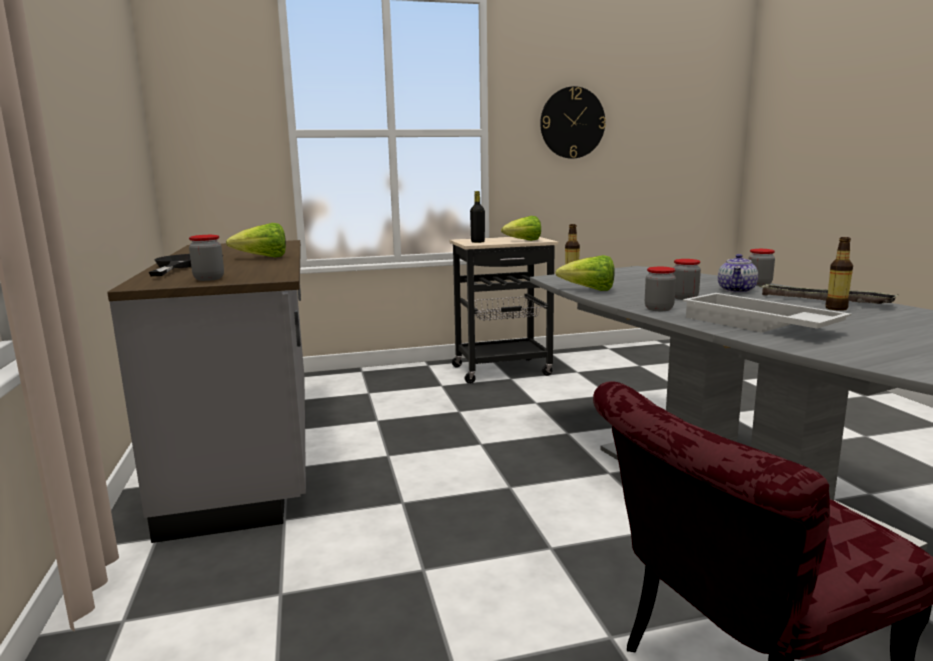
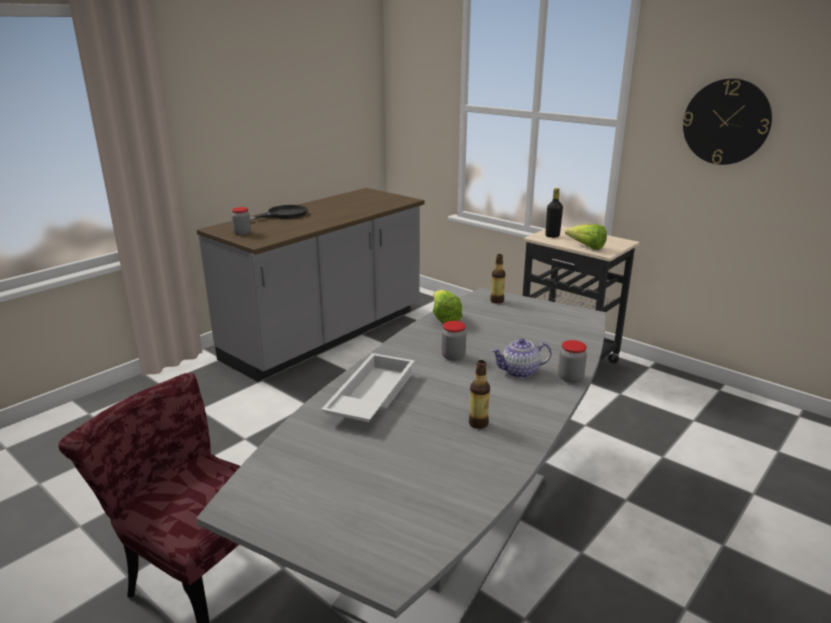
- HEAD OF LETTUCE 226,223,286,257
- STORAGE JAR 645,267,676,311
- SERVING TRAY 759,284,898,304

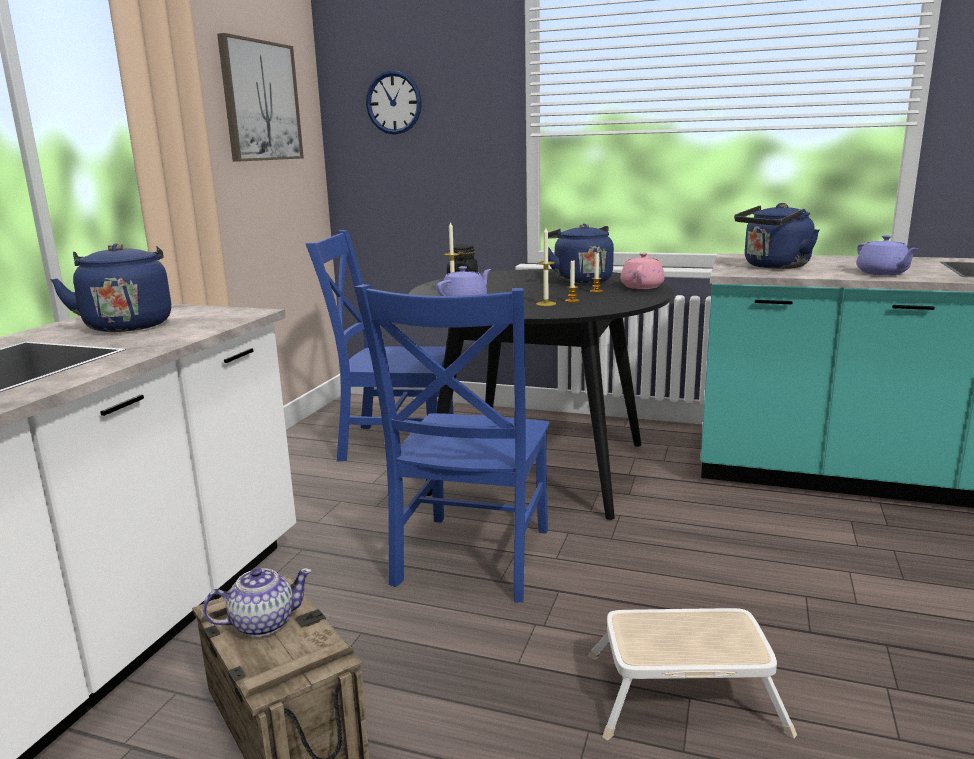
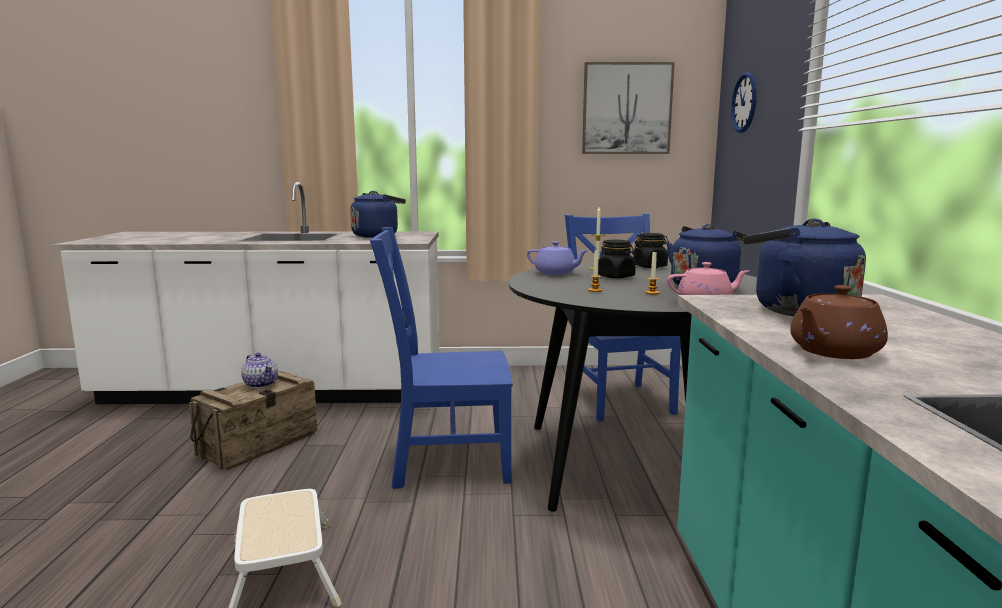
- WAX LIGHT 536,228,556,306
~ PURPLISH TEA POT 857,235,919,276 to BROWN TEA POT 790,285,888,359
+ BLACK-COLOURED STORAGE JAR 598,240,636,278

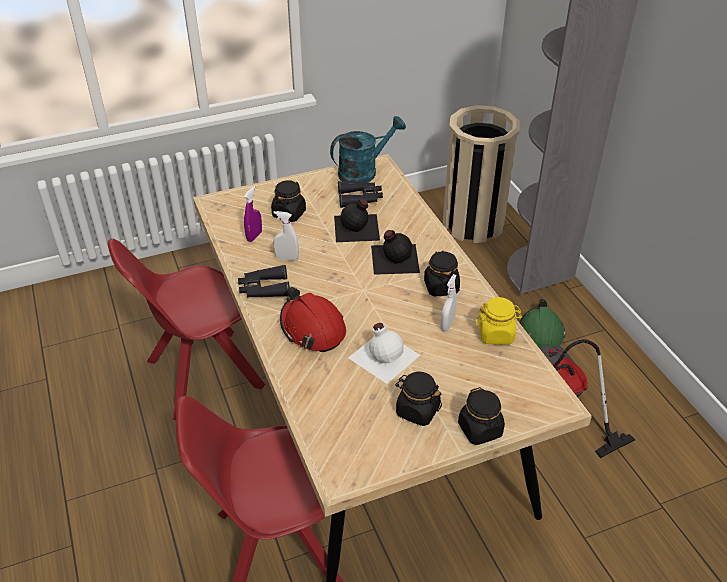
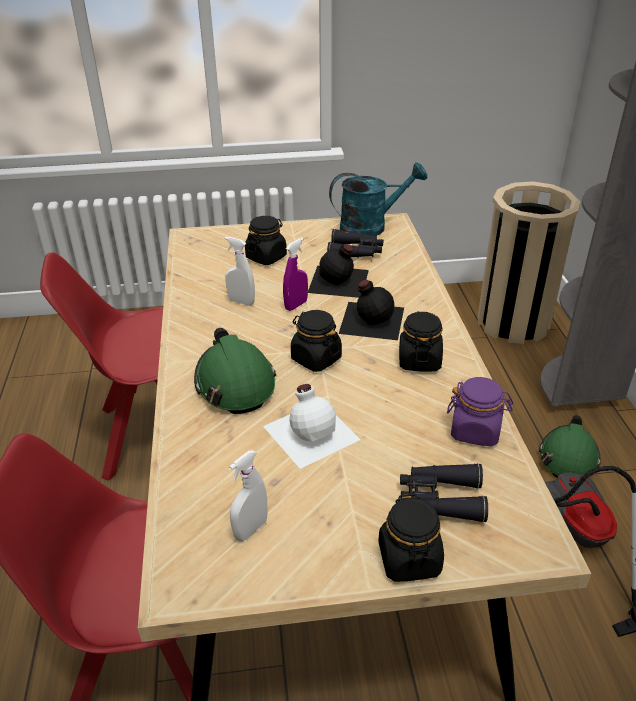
~ PURPLISH SPRAYER 244,186,262,242 to 283,238,308,311
~ BLACK-COLOURED BINOCULARS 238,265,290,297 to 400,463,488,523
~ WHITE SPRAYER 441,274,457,331 to 229,450,268,541
~ RED SAFETY HELMET 280,287,346,352 to GREENISH SAFETY HELMET 194,328,276,414
~ YELLOWISH STORAGE JAR 476,297,522,345 to PURPLISH STORAGE JAR 447,377,513,447
~ BLACK-COLOURED STORAGE JAR 395,372,442,426 to 291,310,342,372

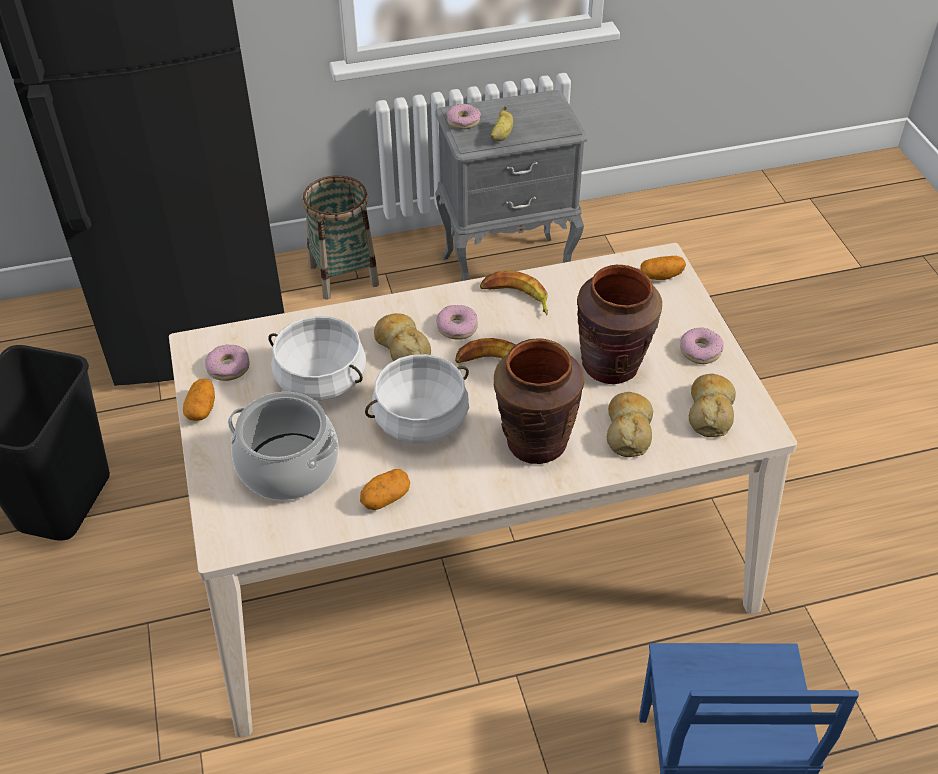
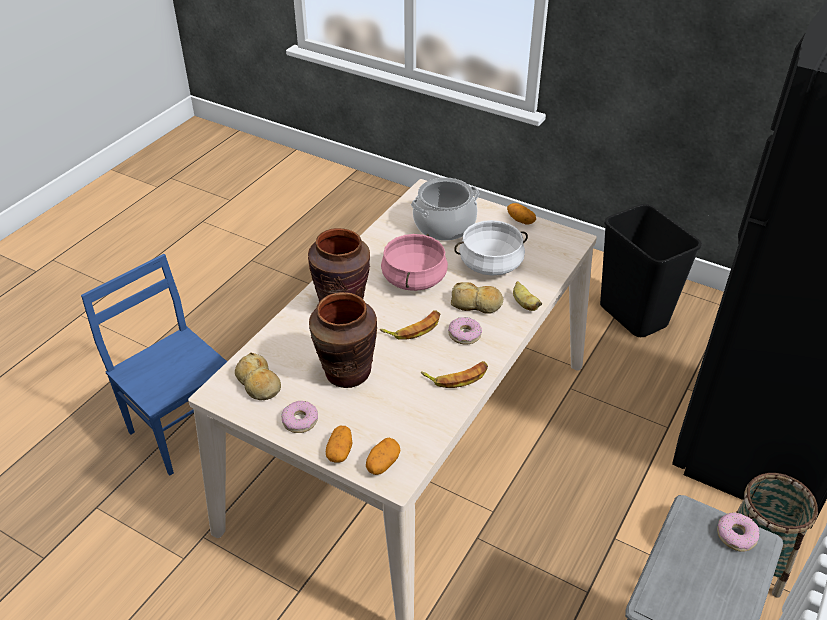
~ WHOLE BANANA 491,106,513,142 to 513,281,542,311
- DOUGHNUT 205,345,250,381
~ WHITE COOKING POT 365,354,469,443 to PINKISH COOKING POT 381,234,448,291
- BAKED BREAD 607,392,653,457
~ WHOLE POTATO 360,469,410,510 to 326,425,352,463

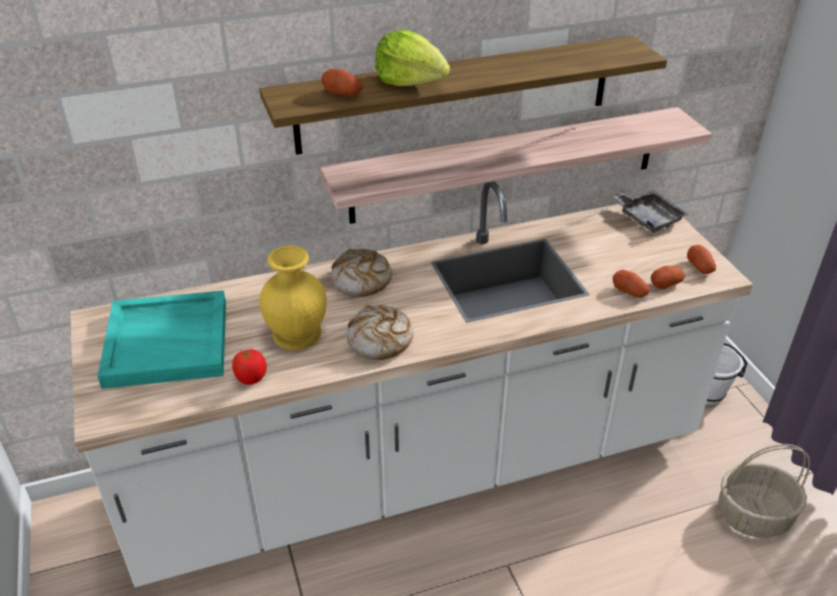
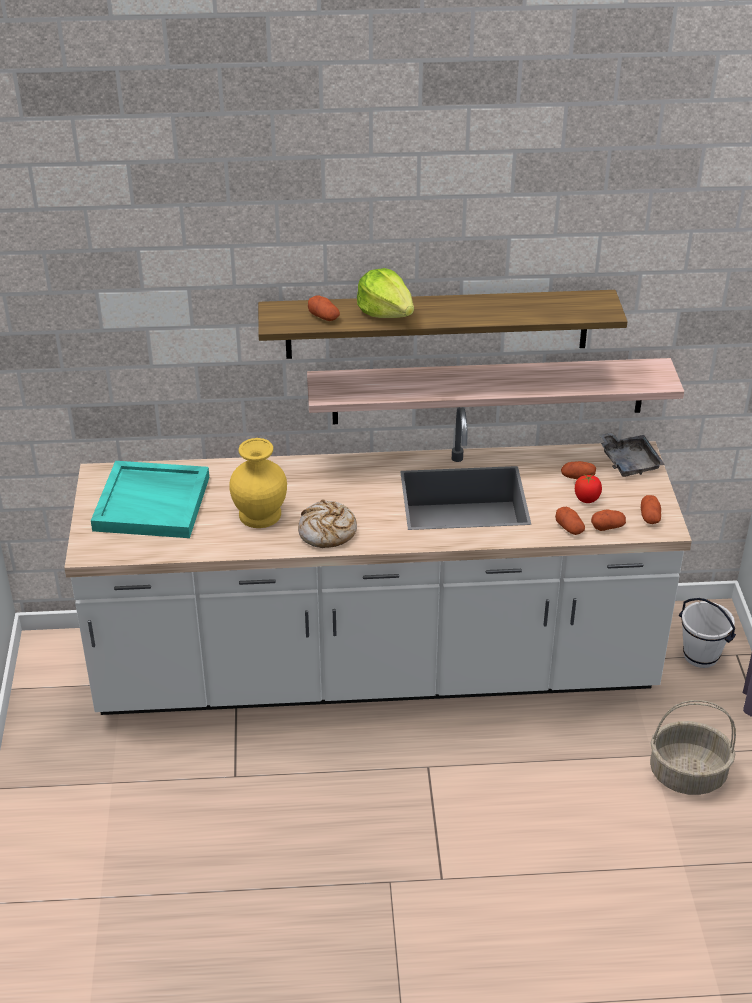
- BAKED BREAD 331,248,392,297
~ WHOLE TOMATO 232,349,267,385 to 575,475,602,503
+ WHOLE POTATO 561,461,596,479

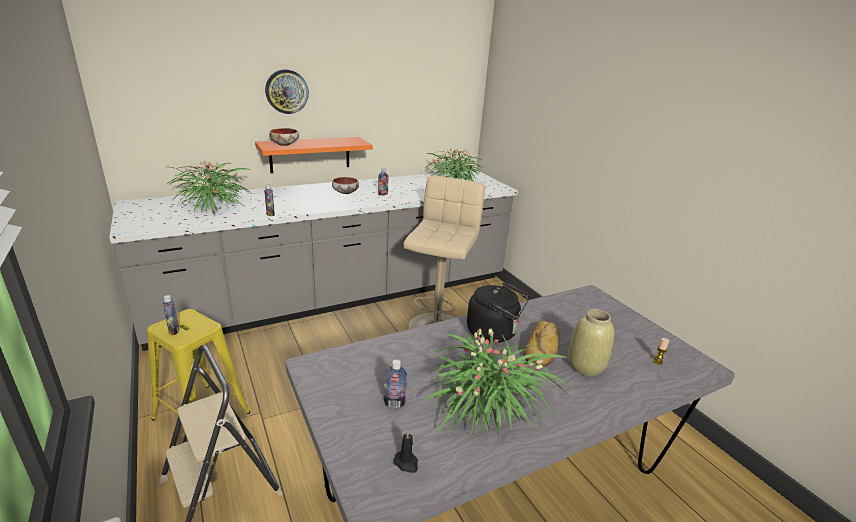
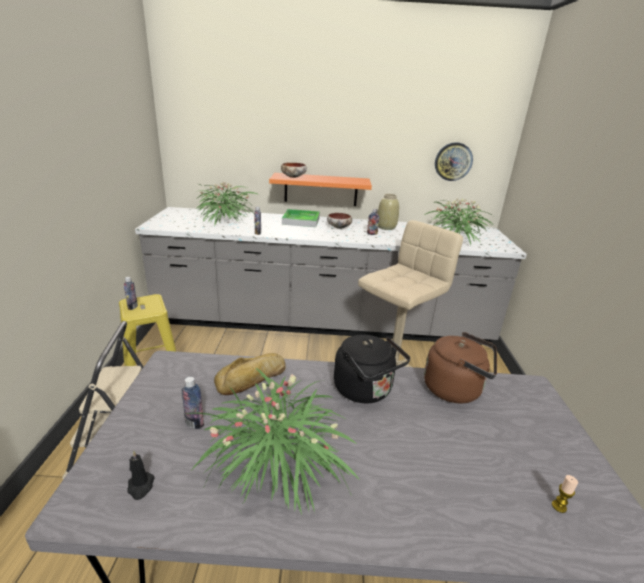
~ CLOCK ON THE WALL 265,69,309,114 to 435,142,473,181
~ BEIGE-COLOURED FLOWER VASE 568,309,614,376 to 377,194,399,230
~ BAKED BREAD 524,321,560,367 to 214,353,286,395
+ SERVING TRAY 282,209,320,227
+ BROWN WATER KETTLE 424,332,497,403

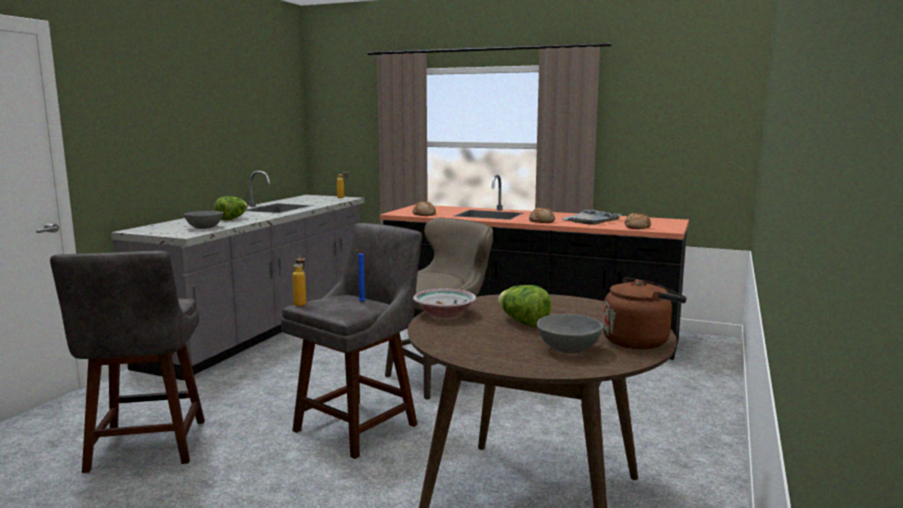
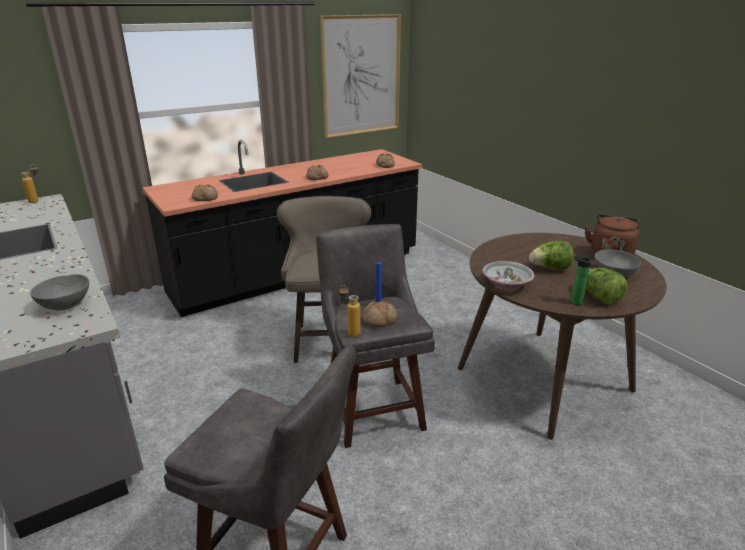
~ HEAD OF LETTUCE 214,196,248,220 to 586,268,627,305
- GREY SERVING TRAY 561,210,621,225
+ PICTURE 320,14,401,138
+ BEVERAGE BOTTLE 571,256,592,305
+ BAKED BREAD 363,301,397,327

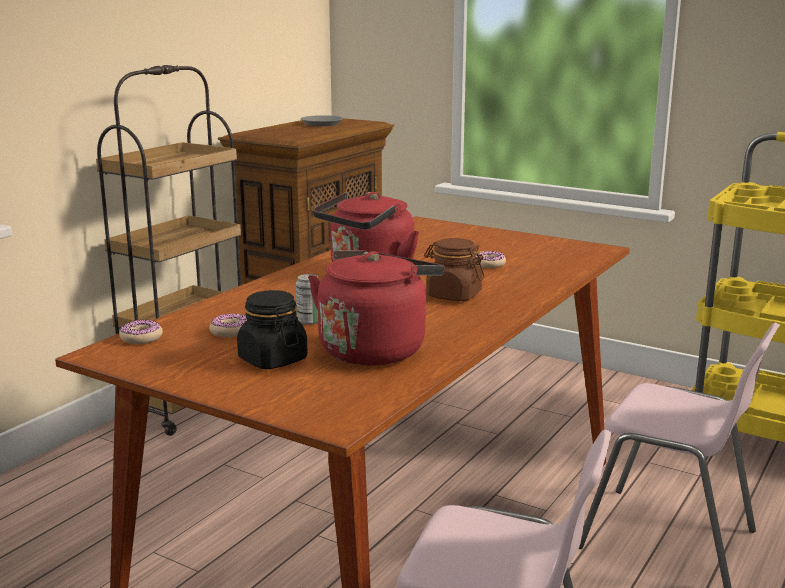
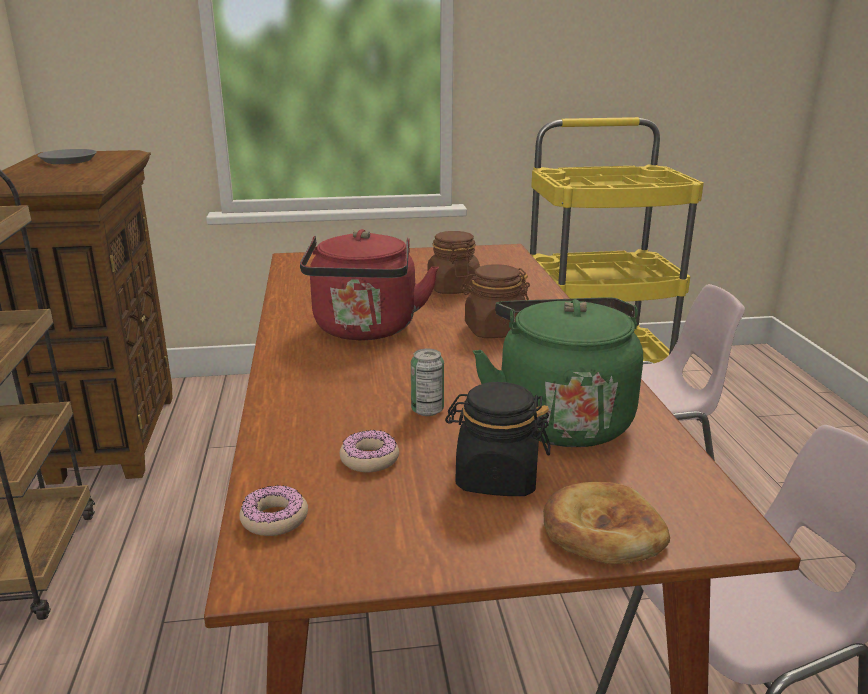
~ RED WATER KETTLE 308,250,444,366 to GREENISH WATER KETTLE 473,297,643,447
~ DOUGHNUT 475,251,506,268 to BROWN STORAGE JAR 427,231,480,294
+ BAKED BREAD 543,482,670,564

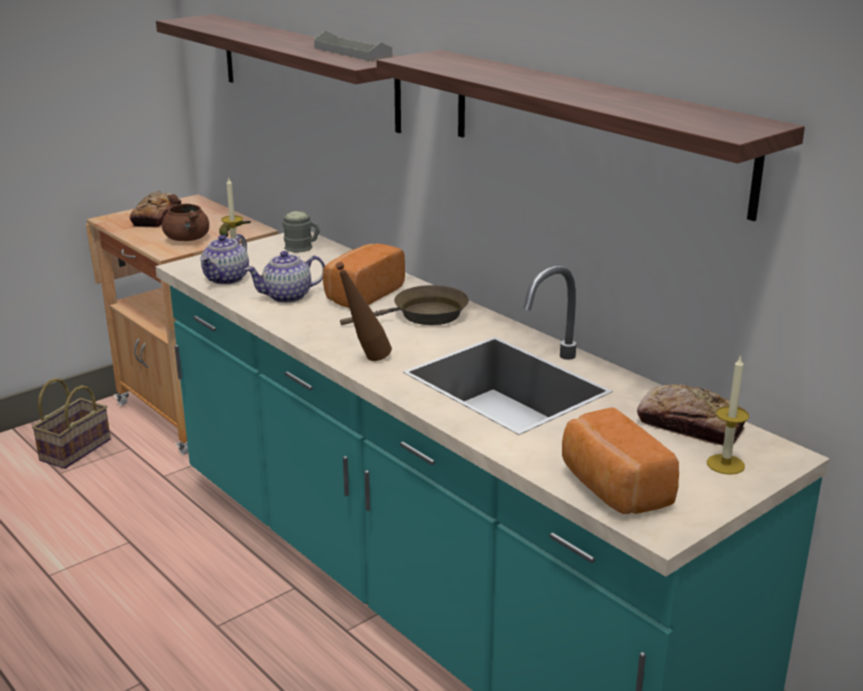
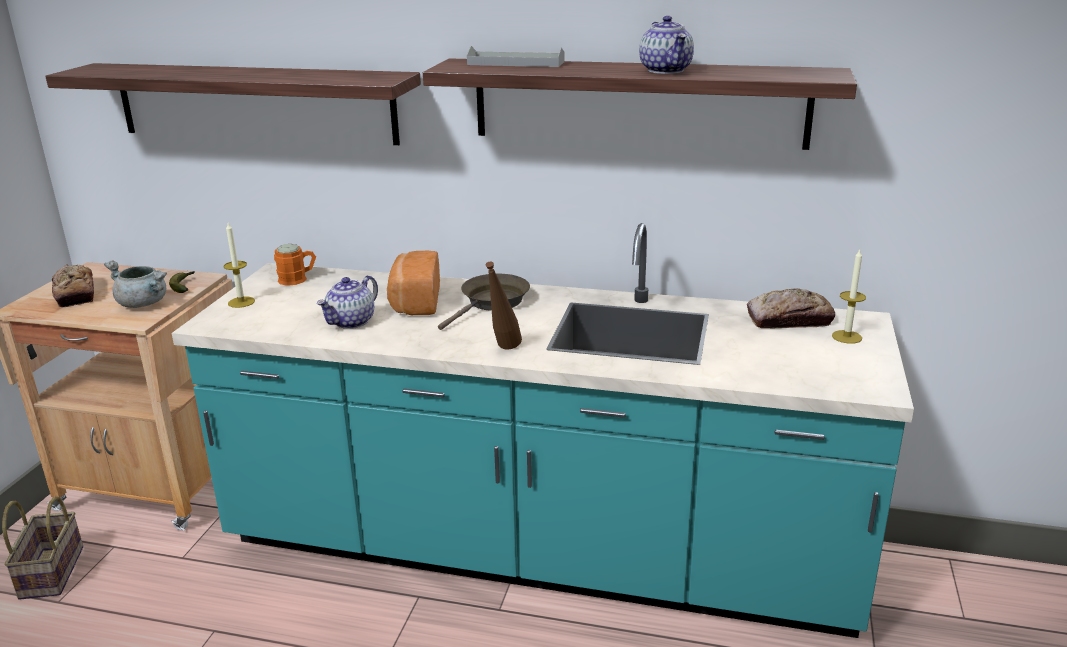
~ GREY SERVING TRAY 314,31,392,61 to 467,46,564,67
~ BROWN COOKING POT 162,194,209,241 to GREY COOKING POT 104,260,167,308
~ GREY COFFEE MUG 283,211,320,253 to ORANGE-COLOURED COFFEE MUG 274,244,316,286
~ TEA POT 200,234,249,285 to 639,16,694,74
- BAKED BREAD 562,408,679,514

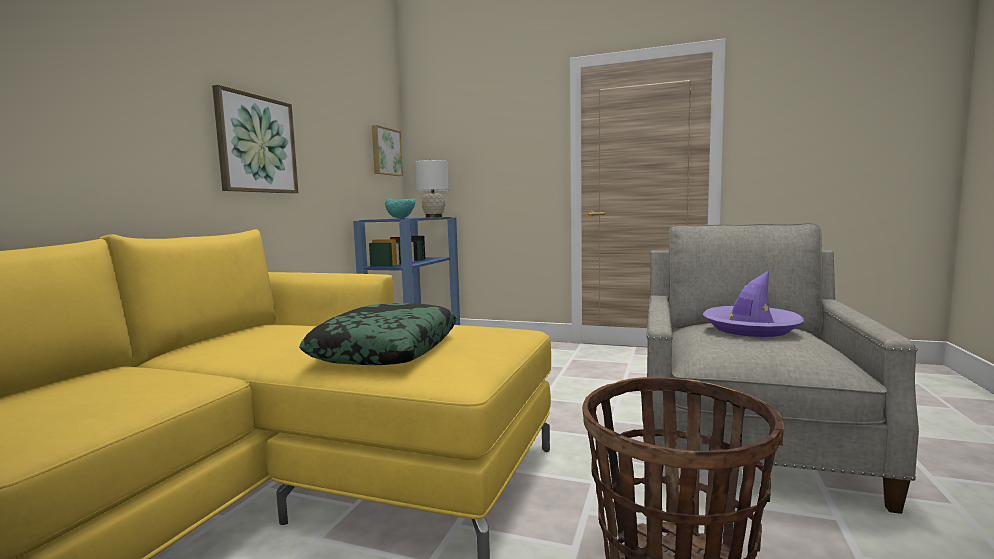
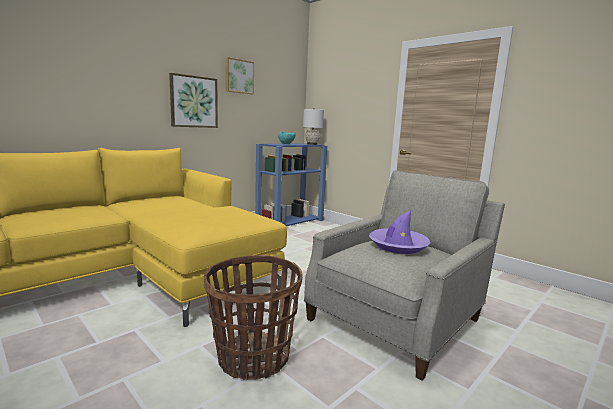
~ PICTURE 372,125,403,176 to 226,57,254,94
- THROW PILLOW 299,303,457,365

